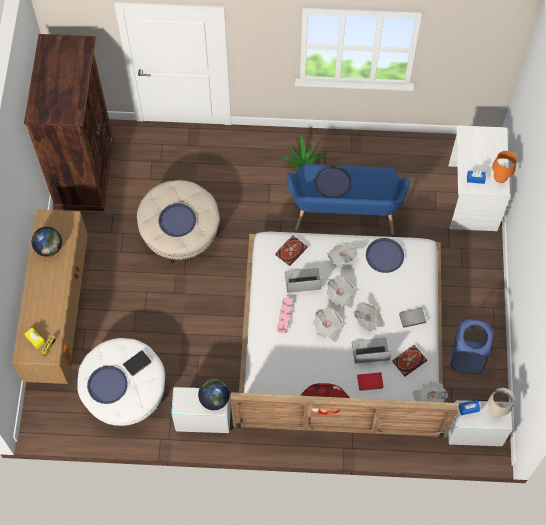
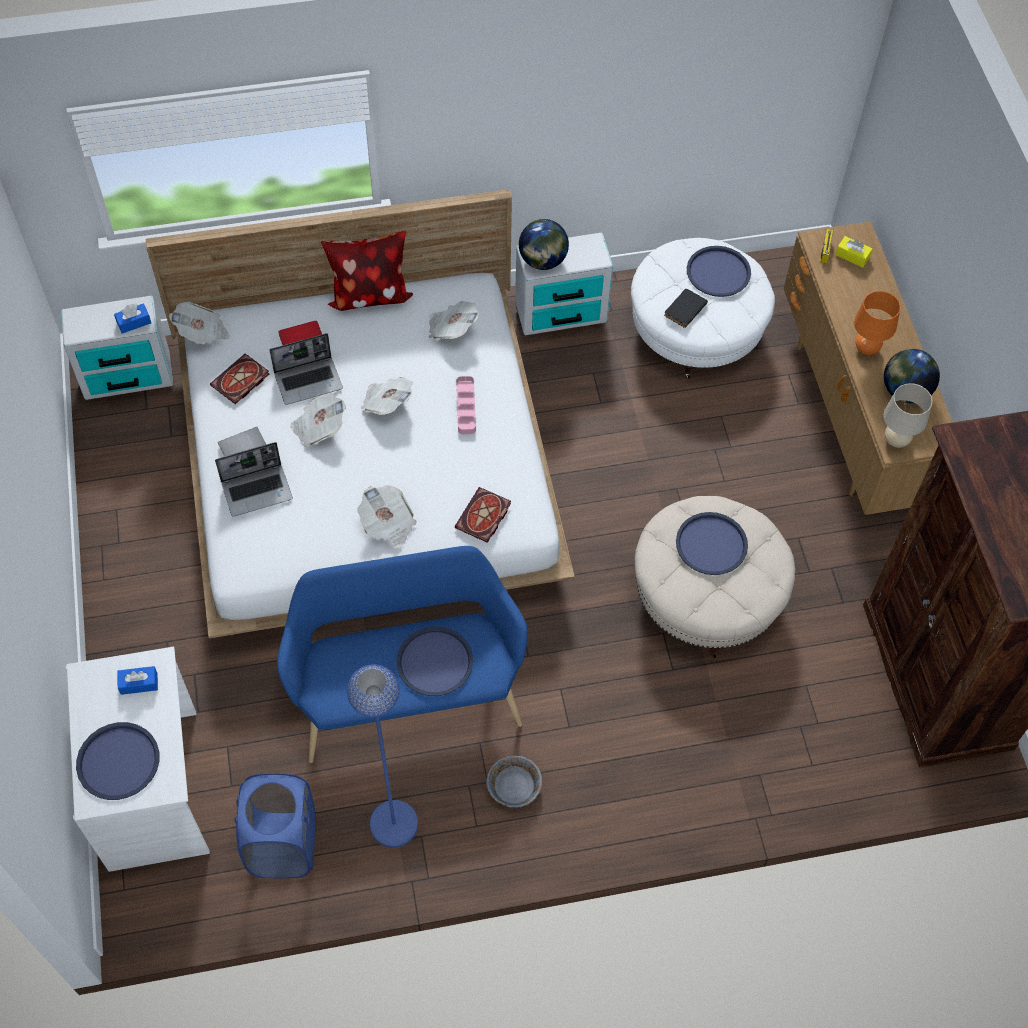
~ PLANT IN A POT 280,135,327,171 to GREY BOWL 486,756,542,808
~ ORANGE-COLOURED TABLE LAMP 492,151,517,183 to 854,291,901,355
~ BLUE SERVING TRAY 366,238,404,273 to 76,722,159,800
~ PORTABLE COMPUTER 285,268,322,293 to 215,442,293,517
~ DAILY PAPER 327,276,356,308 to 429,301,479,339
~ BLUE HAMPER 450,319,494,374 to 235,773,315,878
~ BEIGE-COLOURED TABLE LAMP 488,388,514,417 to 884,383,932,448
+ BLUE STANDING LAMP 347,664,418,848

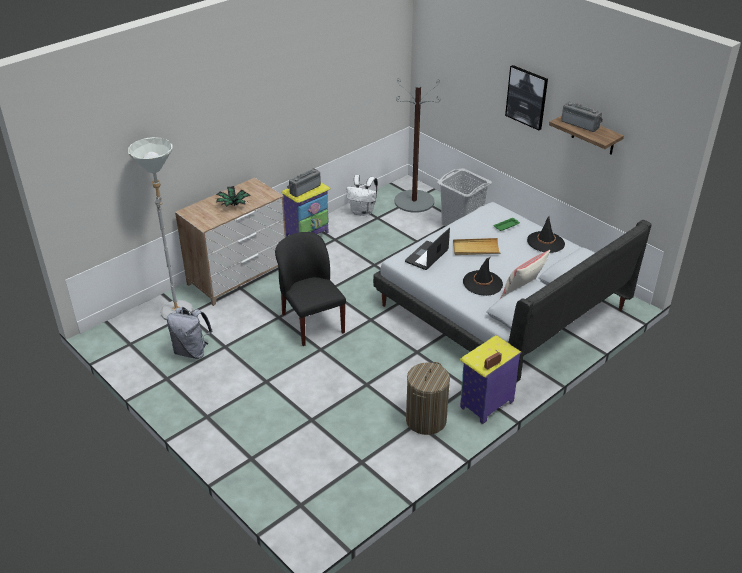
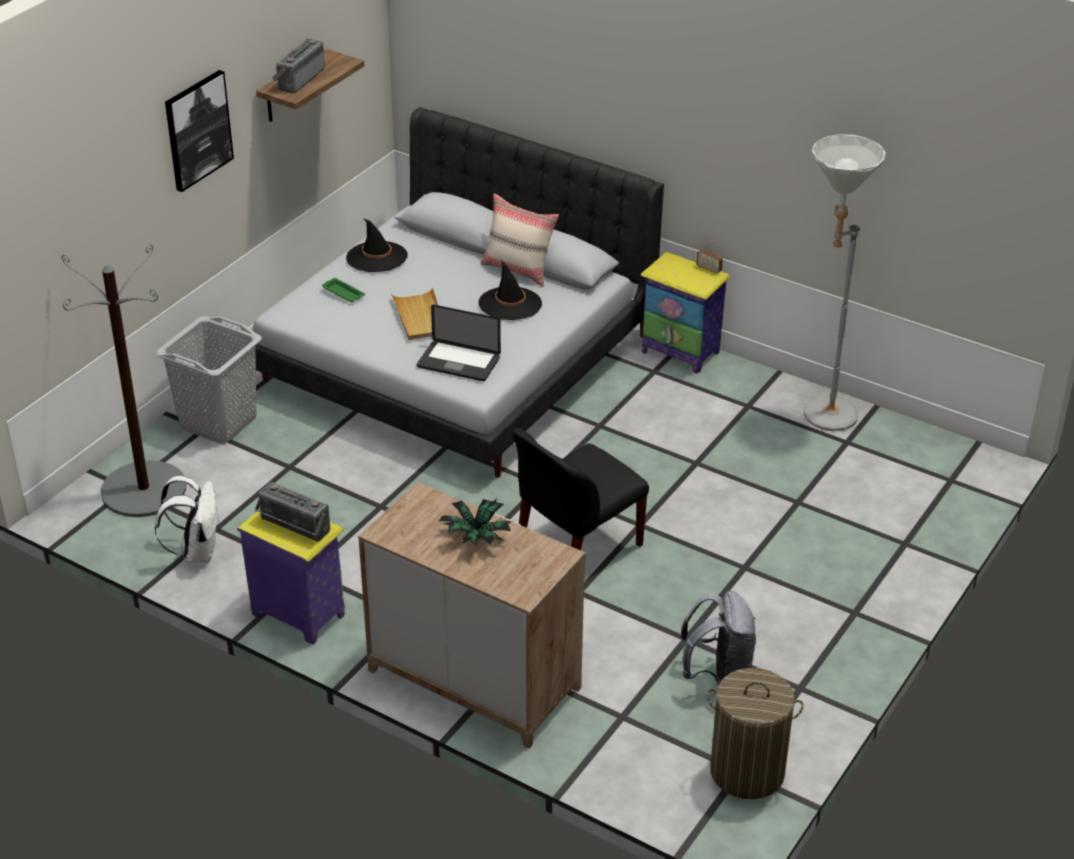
~ GREY STANDING LAMP 128,137,193,320 to 804,135,886,431
~ HAMPER 406,362,450,435 to 707,668,804,799

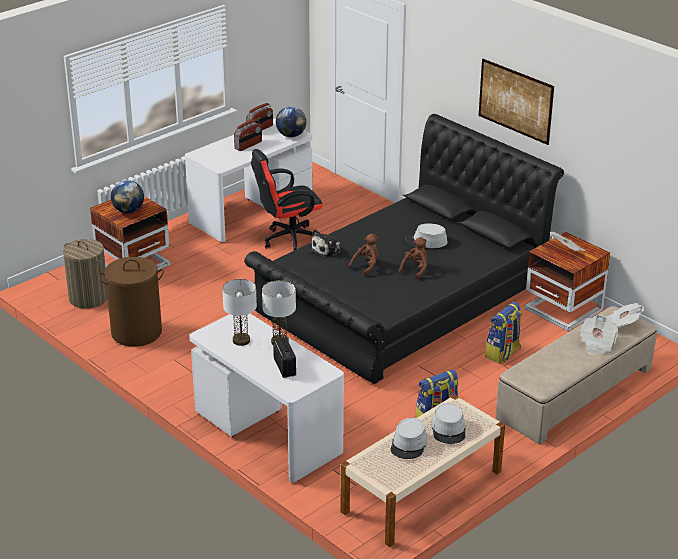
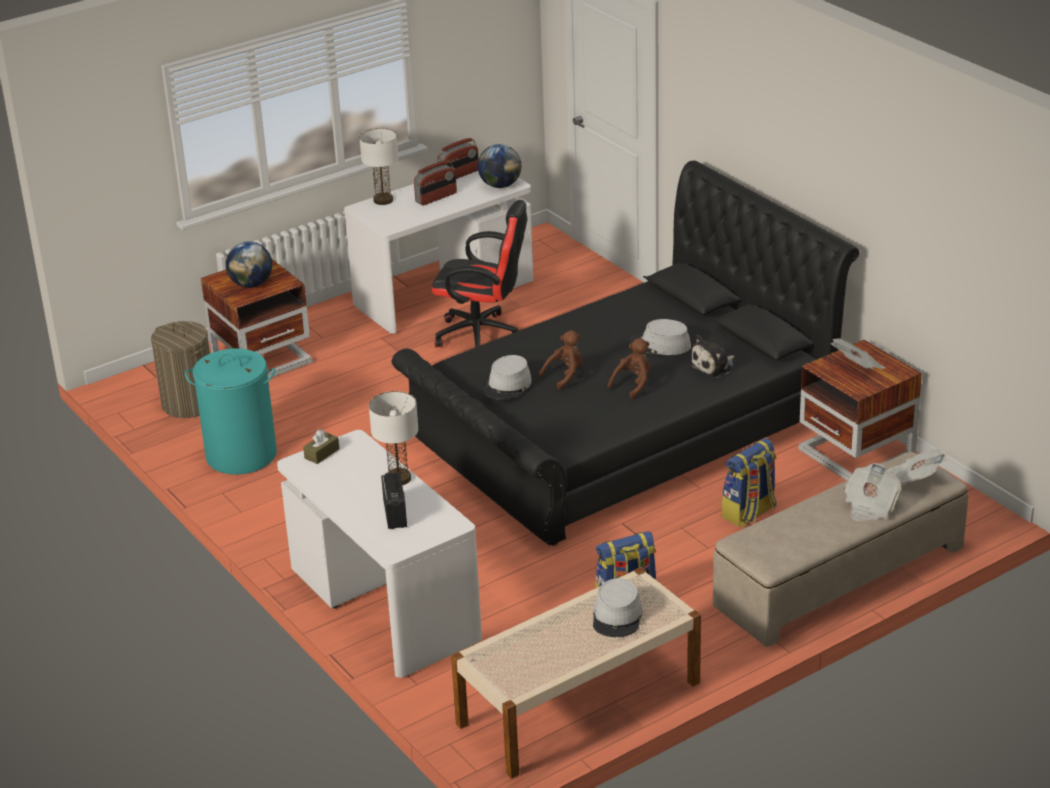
- PICTURE 479,59,554,145
~ BLACK-COLOURED DESK CHAIR 251,149,323,250 = 432,200,528,348 150 degrees counterclockwise
~ CUDDLY TOY 310,229,341,258 to 689,335,735,378
~ BROWN HAMPER 98,257,164,347 to BLUE-GREEN HAMPER 185,348,277,475
~ TABLE LAMP 222,279,257,346 to 359,128,399,205
~ GREY WEARABLE HAT 390,418,427,459 to 483,355,532,400
+ BROWN TISSUE HOLDER 303,429,339,464

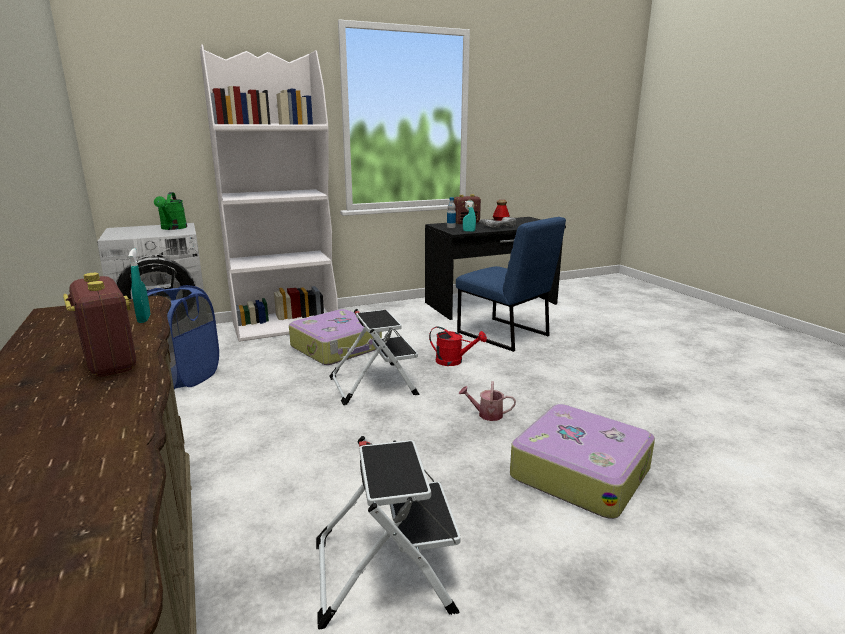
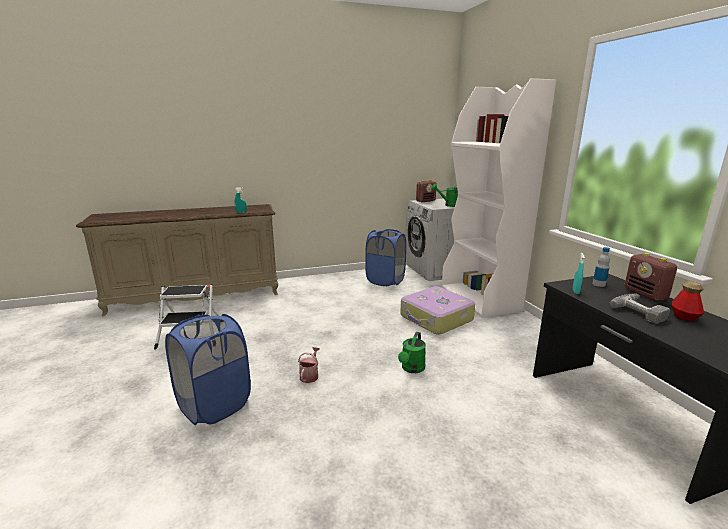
- BLUE UPRIGHT CHAIR 456,217,566,352
~ RADIO 63,273,136,377 to 416,180,437,202
- STEP STOOL 330,309,420,405
~ RED SPRINKLING CAN 429,326,487,366 to GREENISH SPRINKLING CAN 398,332,426,373
~ SUITCASE 510,404,655,519 to BLUE HAMPER 165,314,251,425

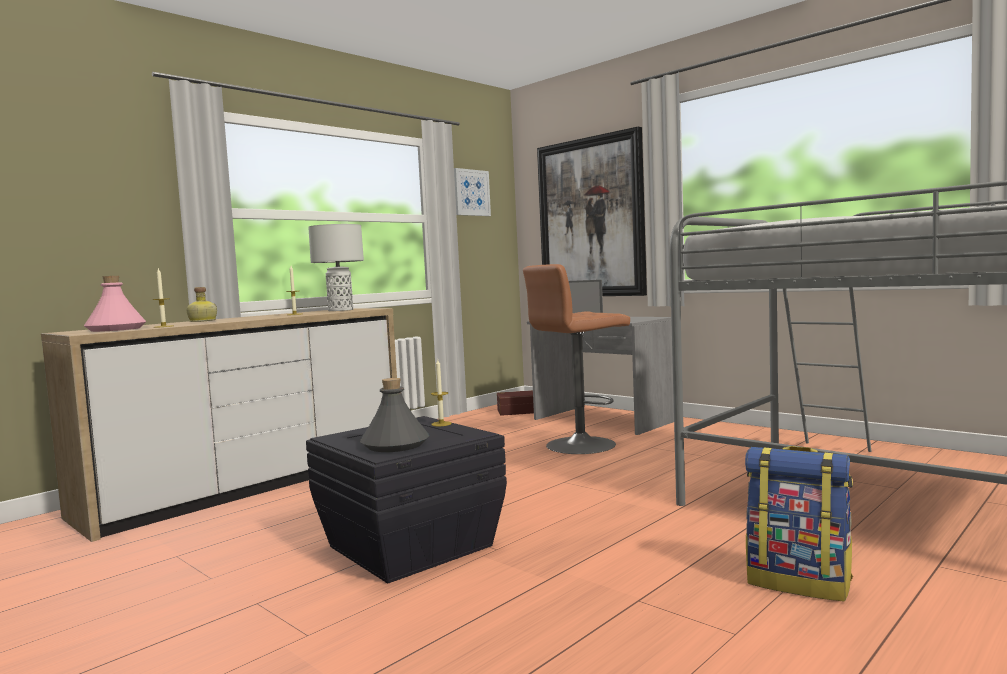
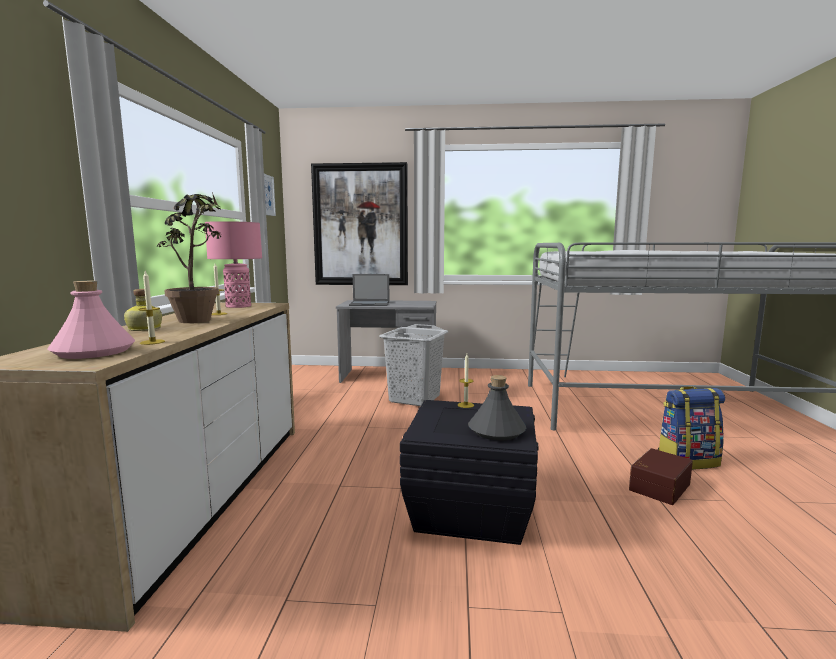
~ WHITE TABLE LAMP 308,224,364,311 to PINKISH TABLE LAMP 205,221,262,308
~ BROWN STOOL 523,264,630,454 to GREY HAMPER 379,324,448,406
~ BROWN STORAGE BIN 497,390,534,416 to 629,448,693,505
+ PLANT IN A POT 157,192,221,323

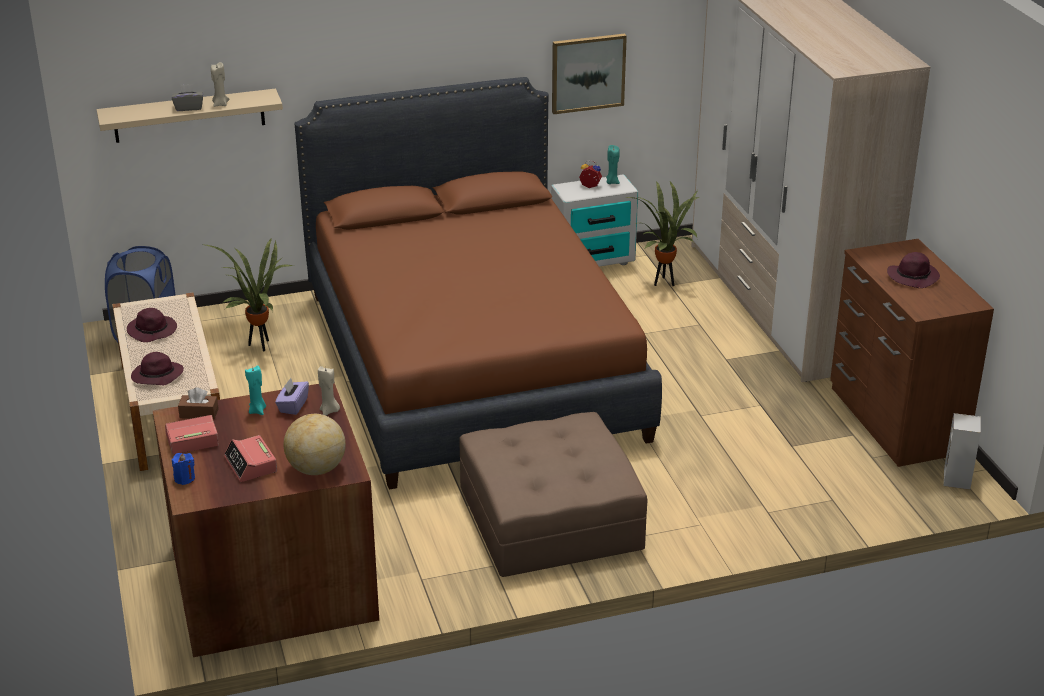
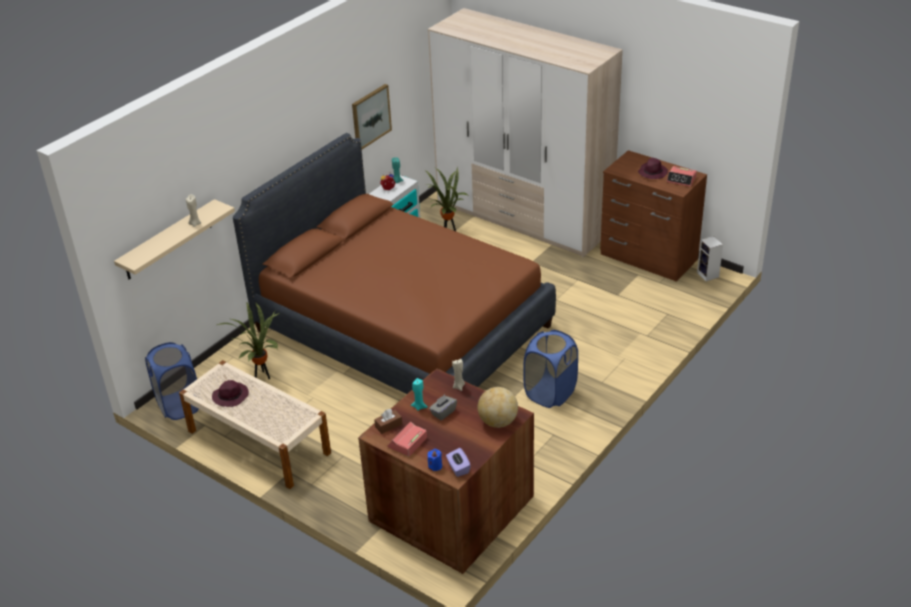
~ GREY TISSUE HOLDER 172,84,203,111 to 429,395,457,420
- PURPLISH WEARABLE HAT 131,352,184,385
~ PURPLISH TISSUE HOLDER 275,378,309,415 to 446,448,471,477
~ BROWN OTTOMAN 459,412,647,577 to BLUE HAMPER 524,330,578,408
~ ALARM CLOCK 224,435,277,482 to 666,166,697,187

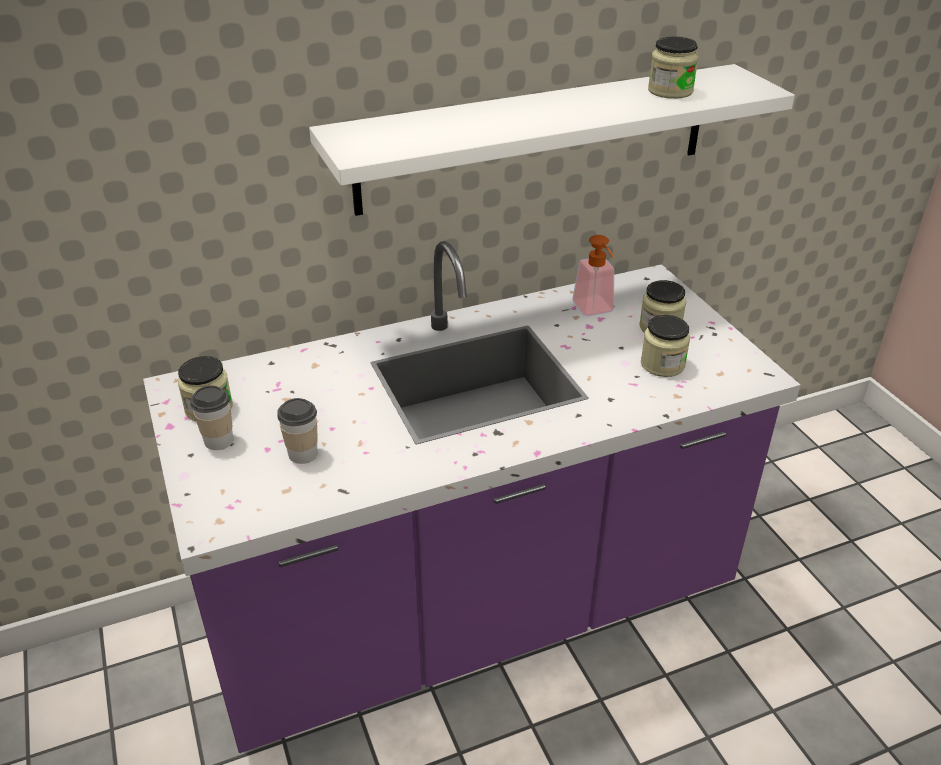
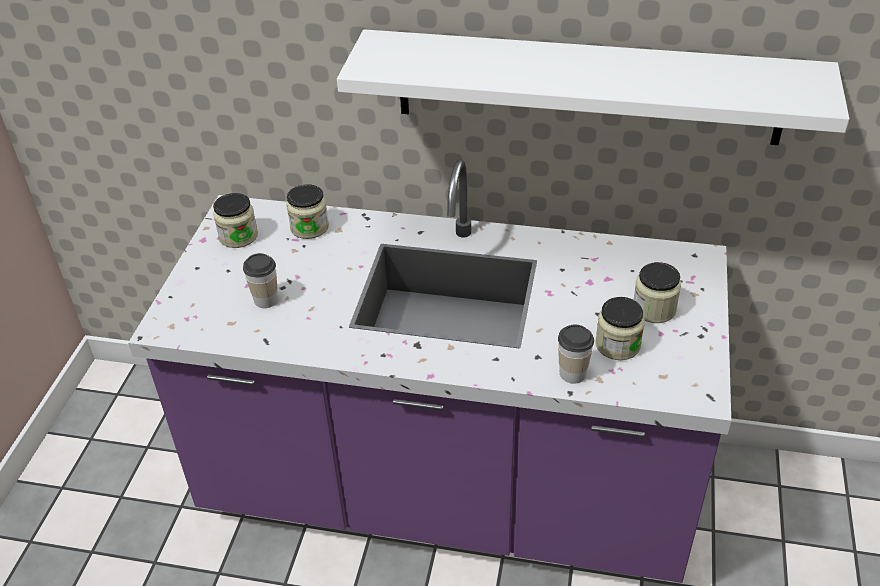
~ STORAGE JAR 648,37,699,99 to 286,184,329,239
- SOAP BOTTLE 572,235,614,316
~ CUP 190,385,233,450 to 558,325,594,384

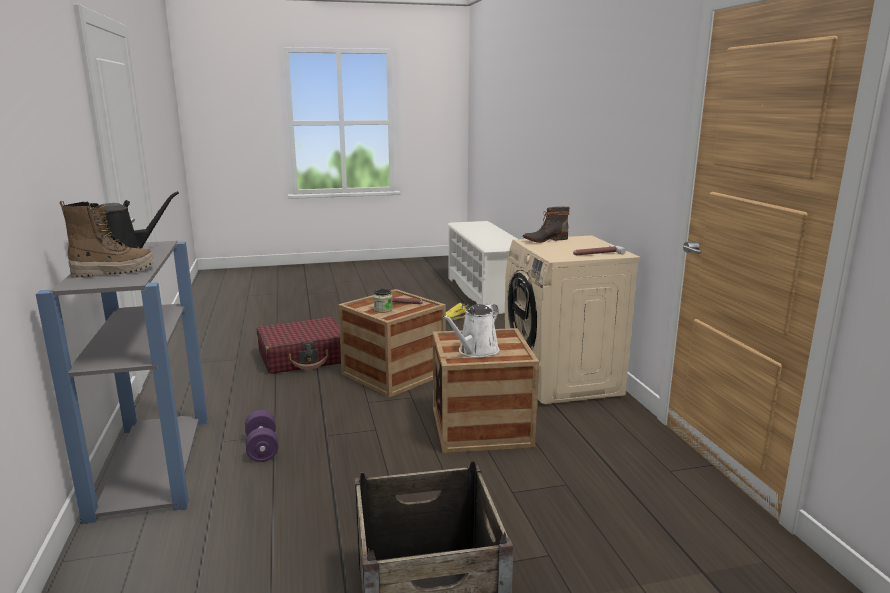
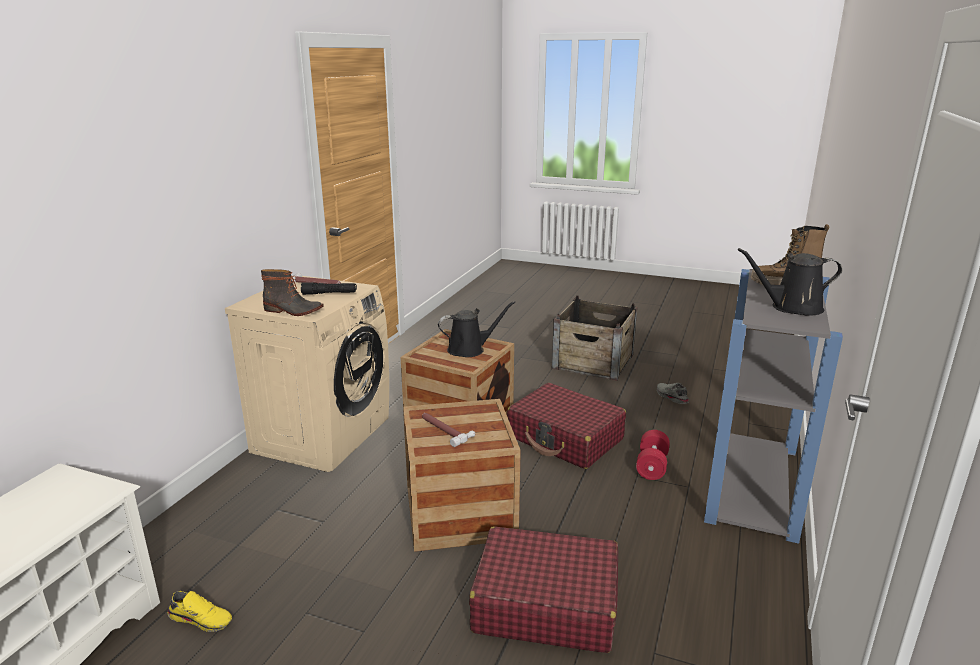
- STORAGE JAR 374,289,393,313
~ WHITE SPRINKLING CAN 442,303,500,358 to BLACK-COLOURED SPRINKLING CAN 438,301,515,357
~ PURPLISH HAND WEIGHT 245,410,278,462 to RED HAND WEIGHT 636,430,670,480
+ BLACK-COLOURED TORCH 301,282,357,295
+ RED SUITCASE 507,383,626,469
+ GREY SHOE 657,383,689,404

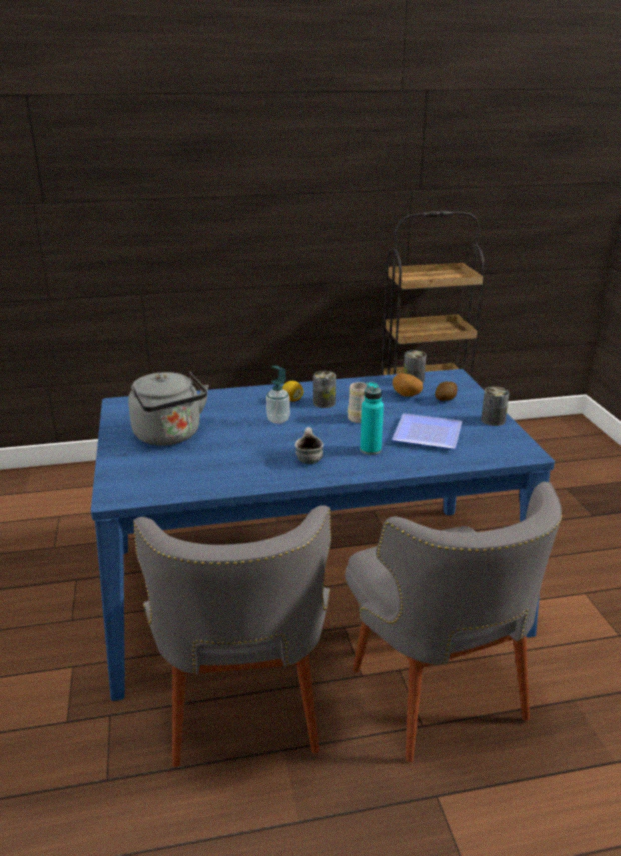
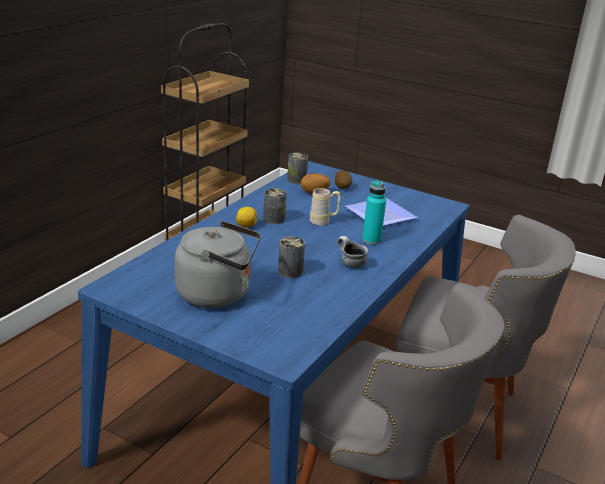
- SOAP BOTTLE 266,366,290,424
~ CAN 481,387,509,426 to 278,236,305,278

